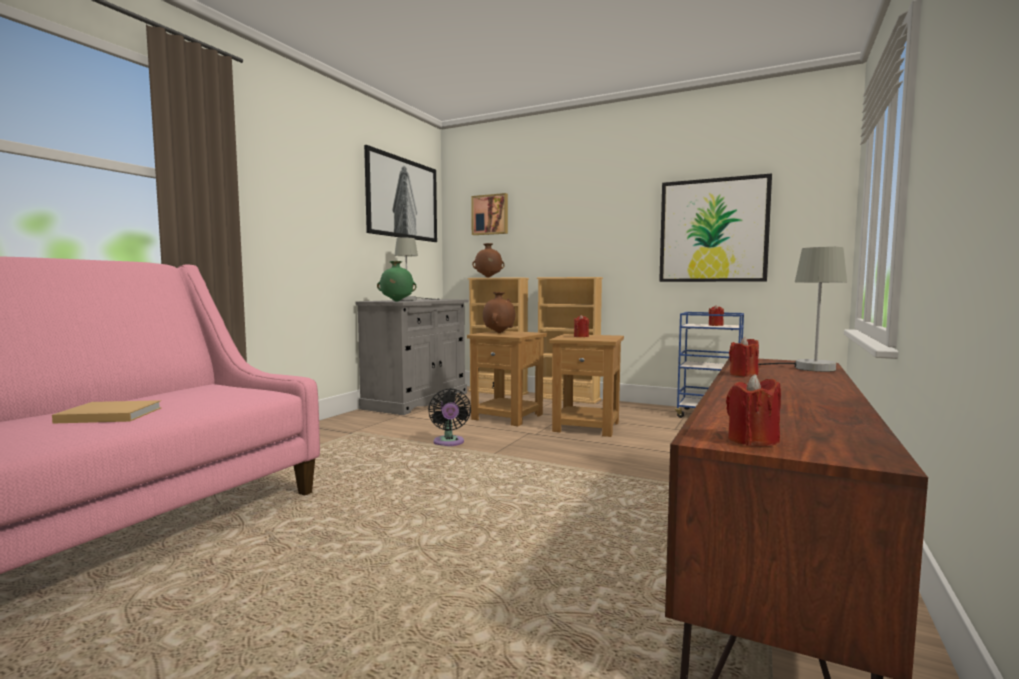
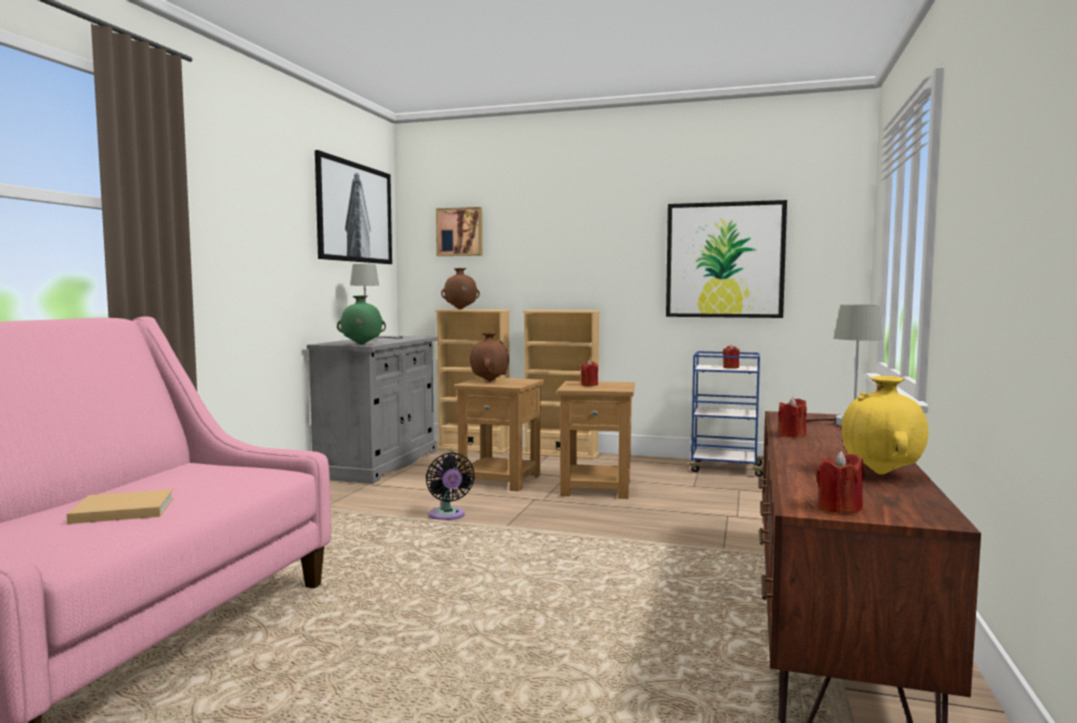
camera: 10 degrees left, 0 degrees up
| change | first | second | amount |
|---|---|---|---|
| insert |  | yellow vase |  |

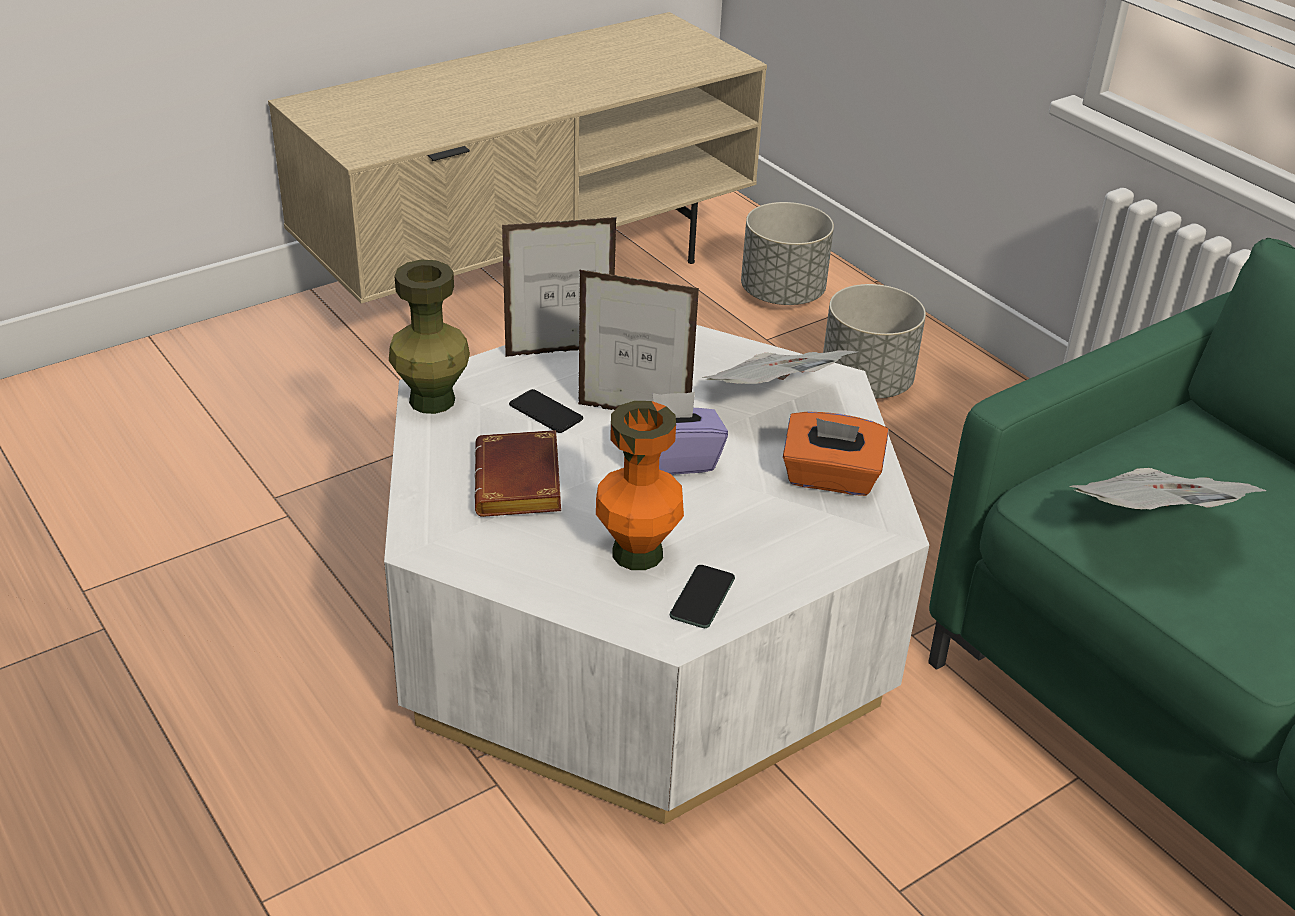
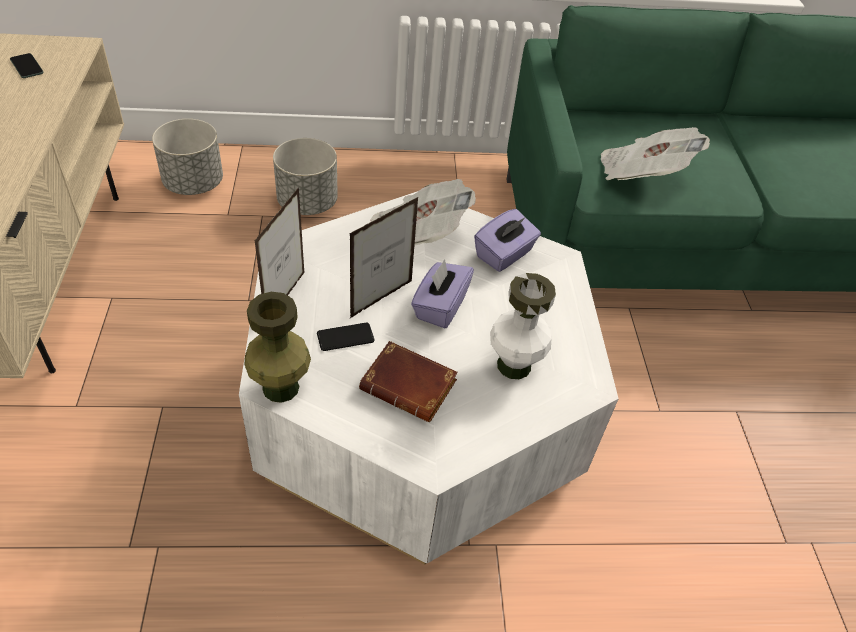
camera: 60 degrees left, 10 degrees up
| change | first | second | amount |
|---|---|---|---|
| recolor | orange vase | white vase |  |
| move | phone (2nd from left in the first image) | phone (1st from left) |  |
| recolor | orange tissue box | purple tissue box (2nd from left) |  |

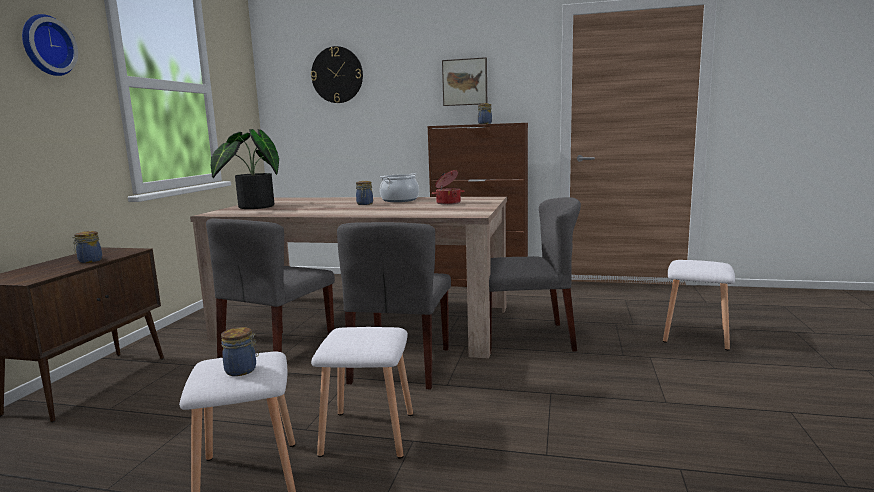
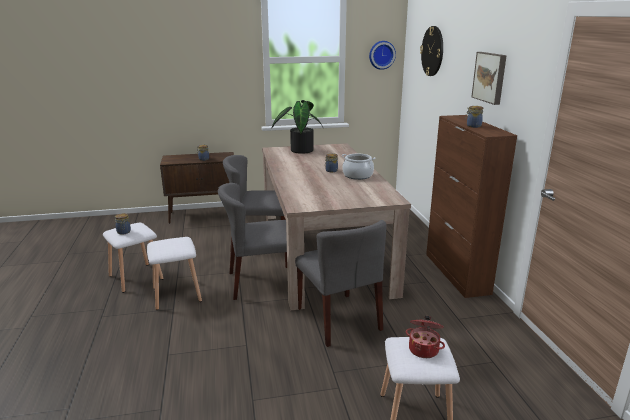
camera: 65 degrees right, 10 degrees up
| change | first | second | amount |
|---|---|---|---|
| move | wall clock (1st from left) |  |  |
| move | cooking pot (2nd from left) |  |  |

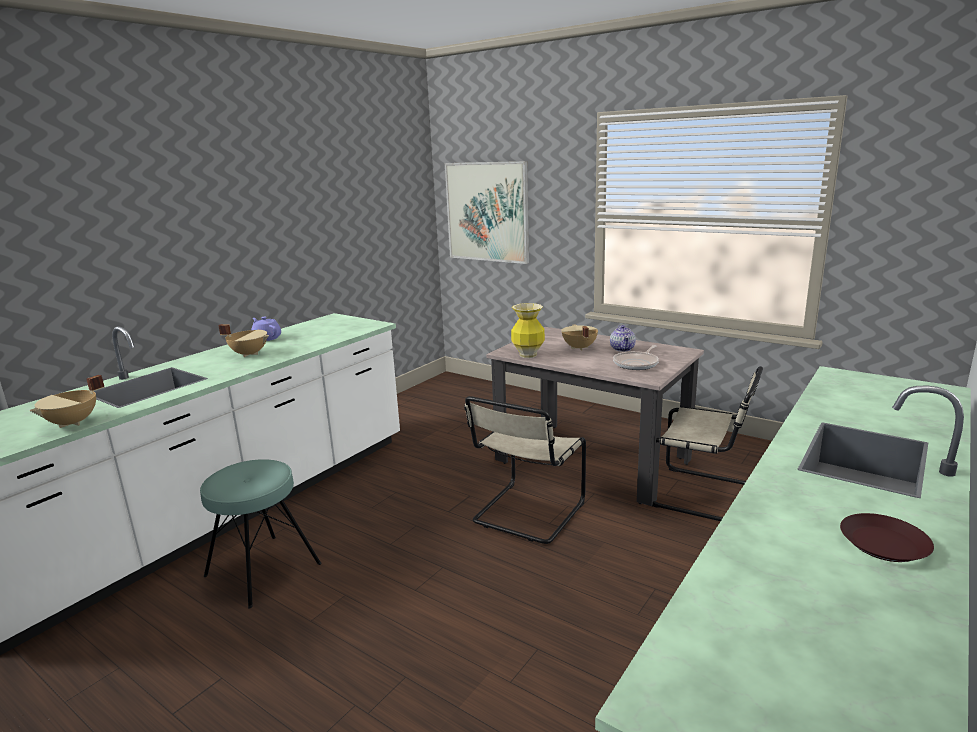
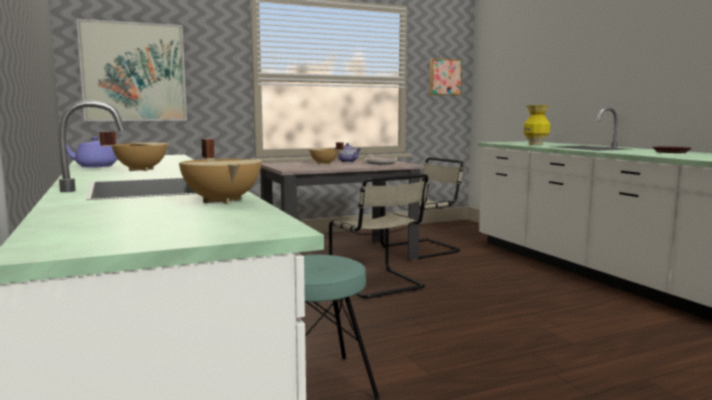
camera: 60 degrees left, 10 degrees down
| change | first | second | amount |
|---|---|---|---|
| move | vase |  |  |
| insert |  | picture (2nd from left) |  |

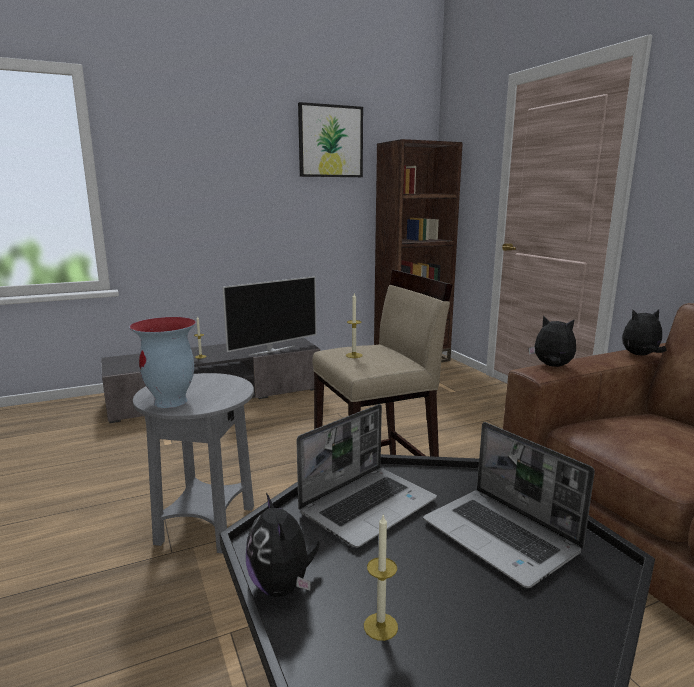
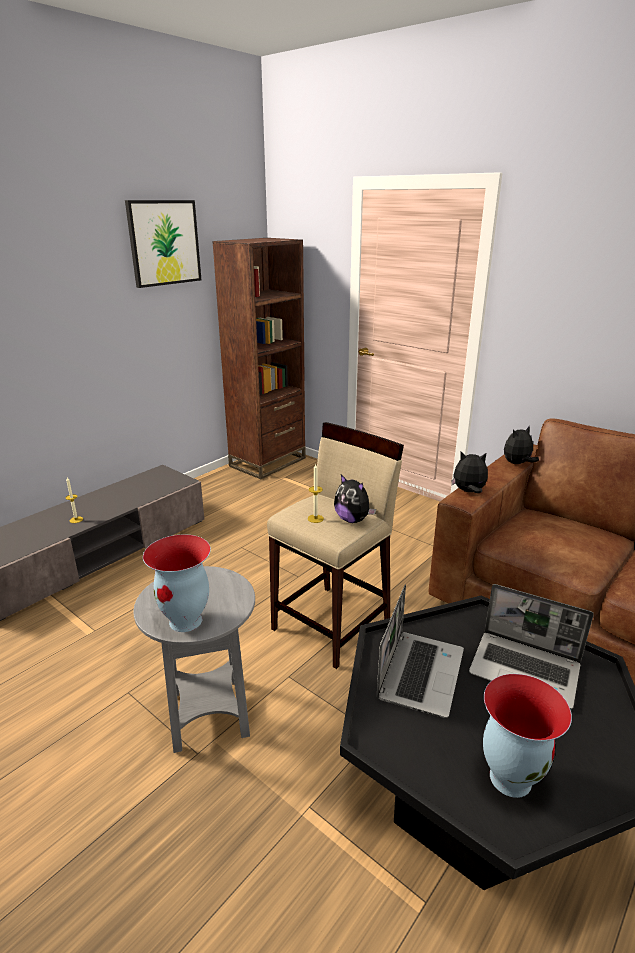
camera: 25 degrees left, 10 degrees up
| change | first | second | amount |
|---|---|---|---|
| delete | television |  |  |
| move | plush toy (1st from left) |  |  |
| replace | candle (3rd from left) | vase (2nd from left) |  |

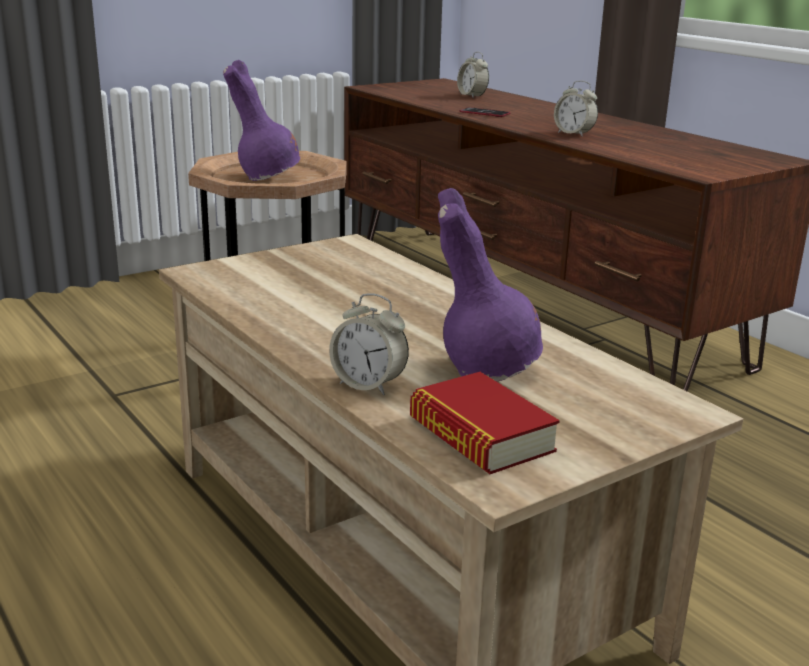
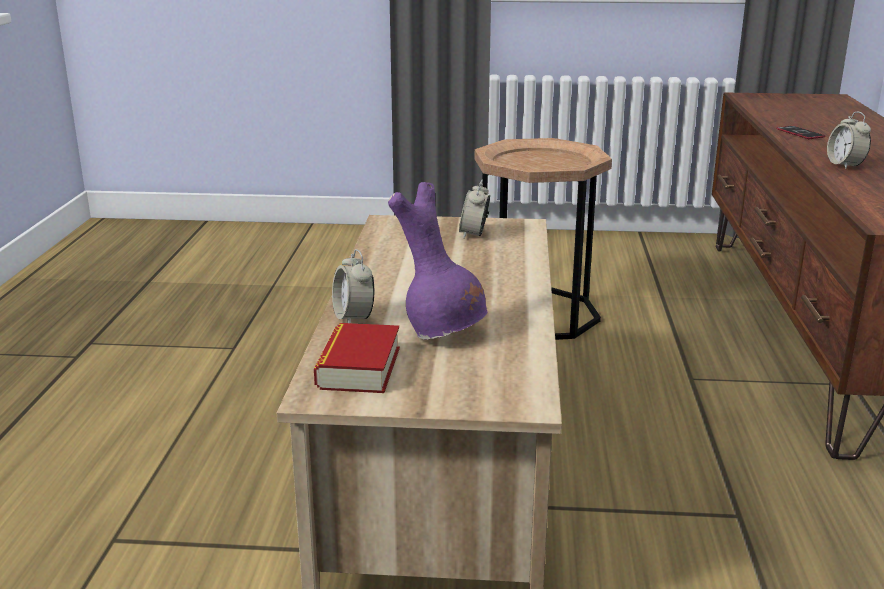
camera: 40 degrees right, 0 degrees up
| change | first | second | amount |
|---|---|---|---|
| delete | purple vase (1st from left) |  |  |
| move | alarm clock (2nd from left) |  |  |

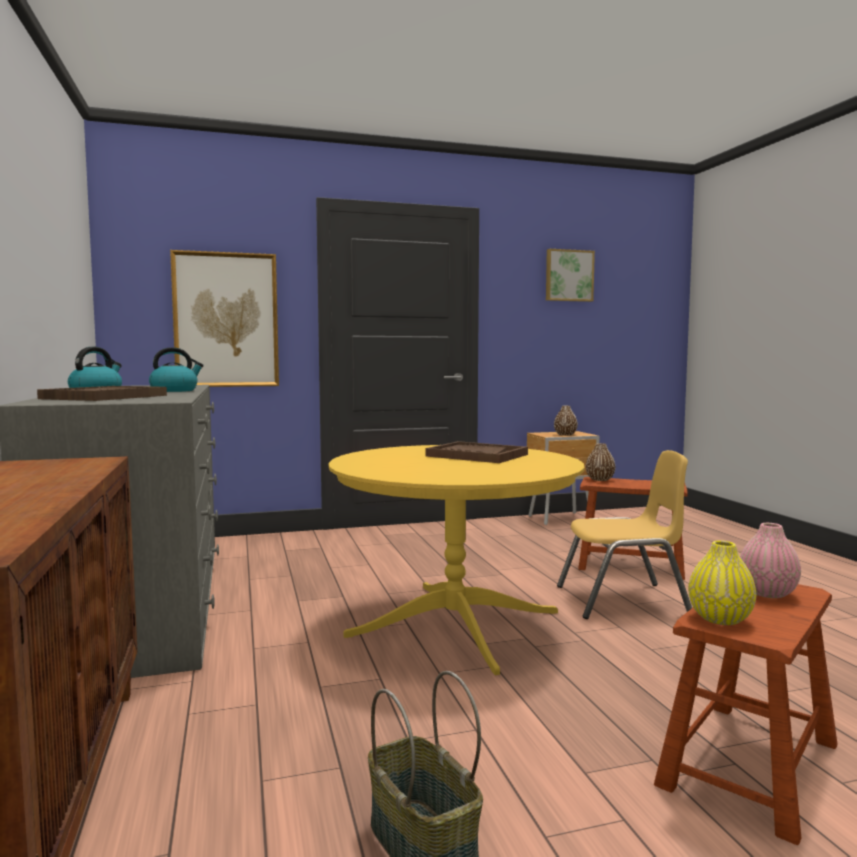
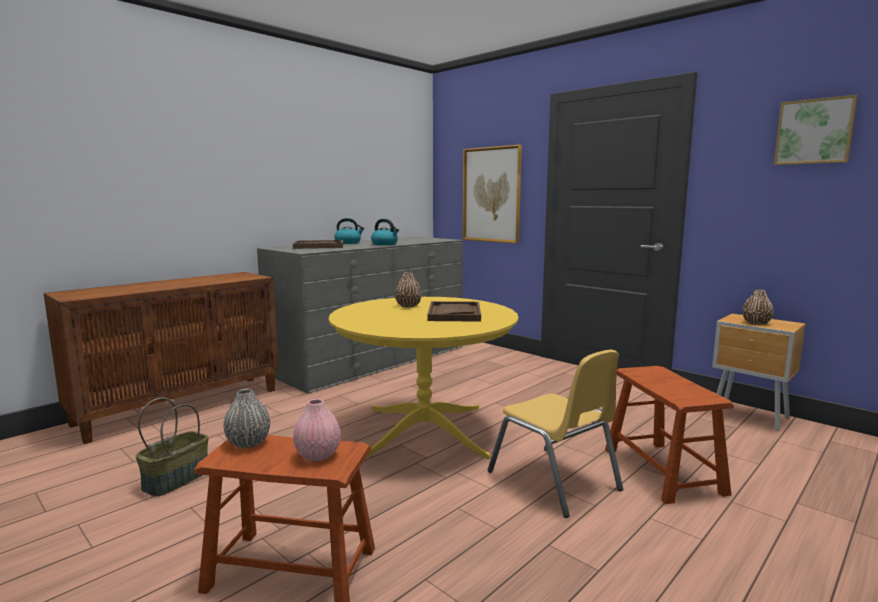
camera: 60 degrees right, 5 degrees up
| change | first | second | amount |
|---|---|---|---|
| move | brown vase (2nd from left in the first image) | brown vase (1st from left) |  |
| recolor | yellow vase | grey vase |  |

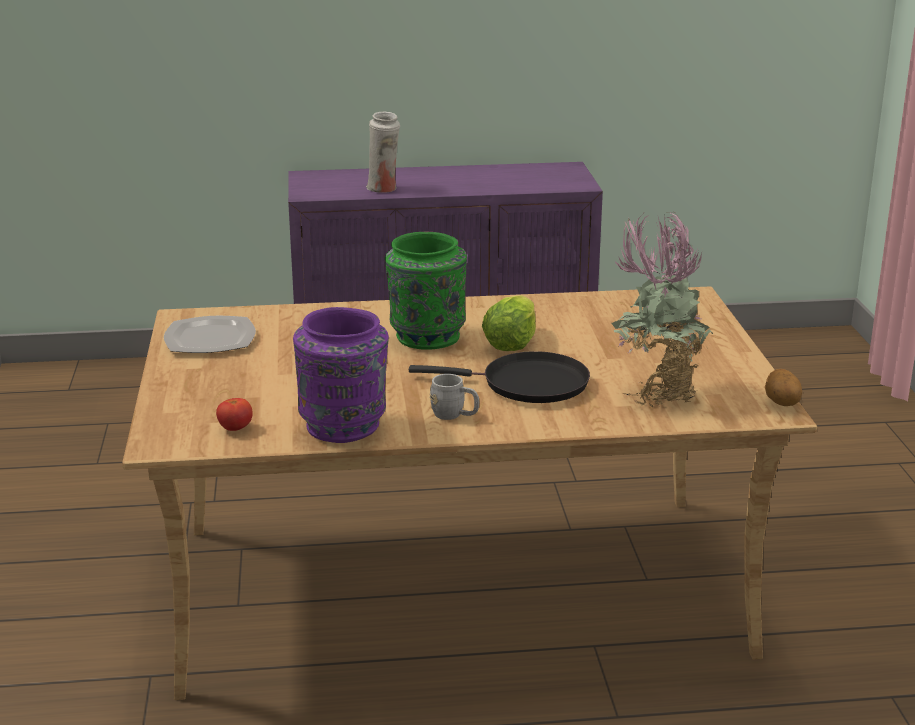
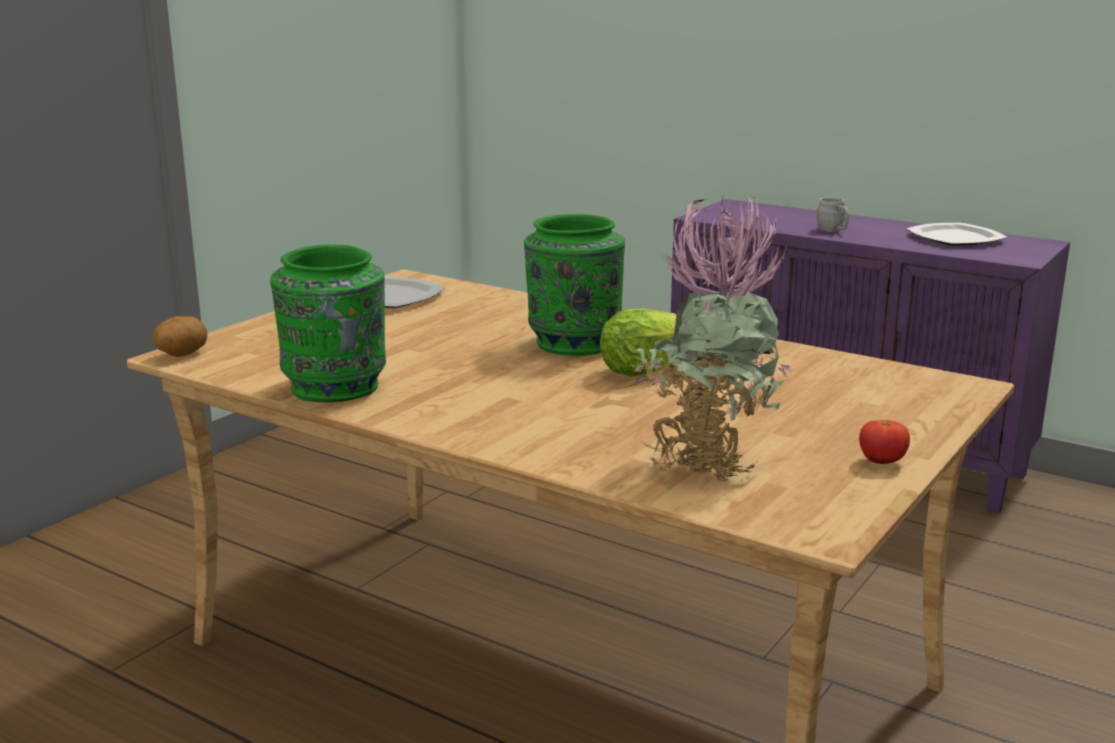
camera: 40 degrees right, 5 degrees down
| change | first | second | amount |
|---|---|---|---|
| move | tomato |  |  |
| recolor | purple vase | green vase (1st from left) |  |
| delete | white vase |  |  |
| delete | black frying pan |  |  |
| move | grey mug |  |  |
| move | potato |  |  |
| insert |  | plate (2nd from left) |  |

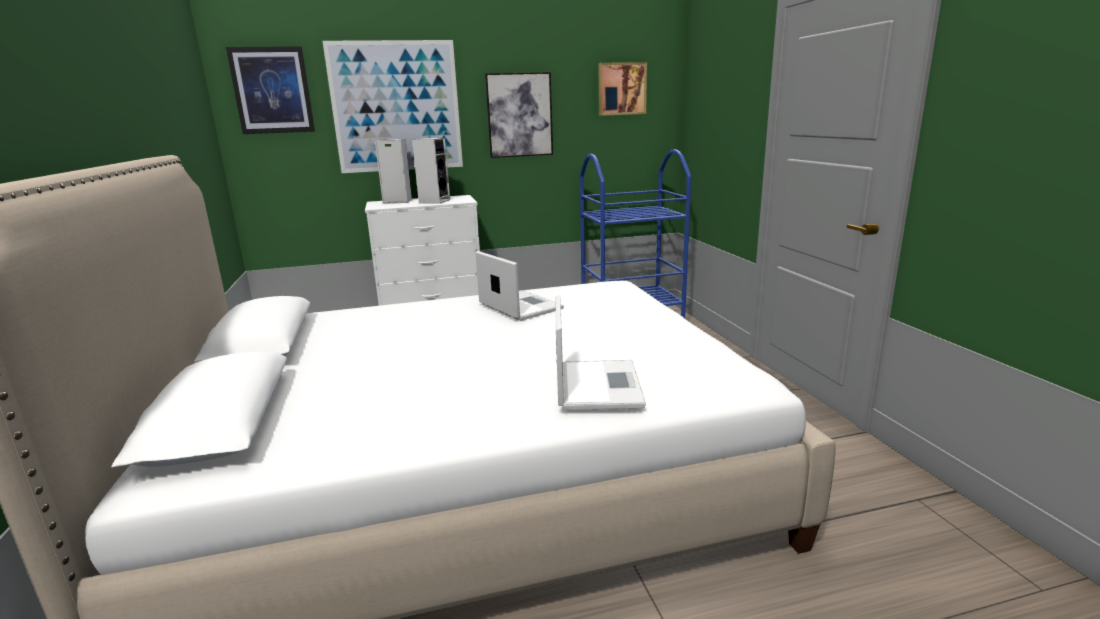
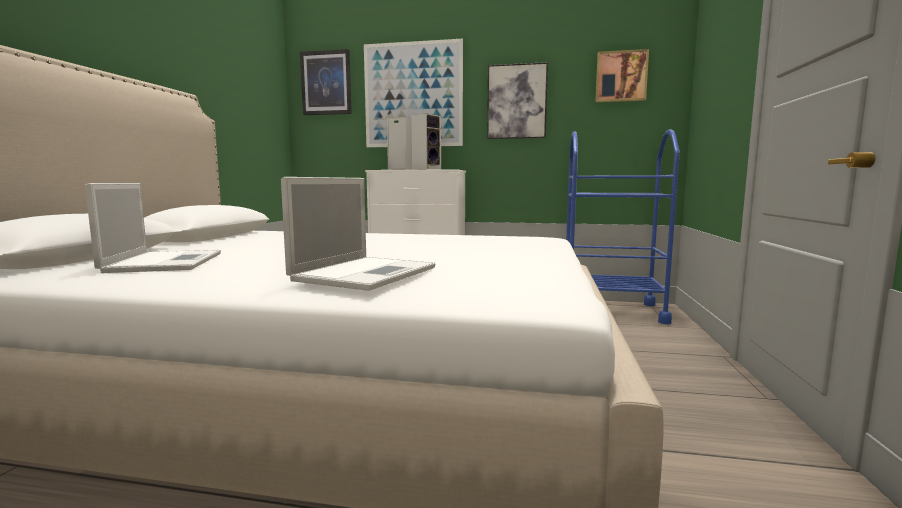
camera: 25 degrees right, 10 degrees down
| change | first | second | amount |
|---|---|---|---|
| move | laptop (1st from left) |  |  |

